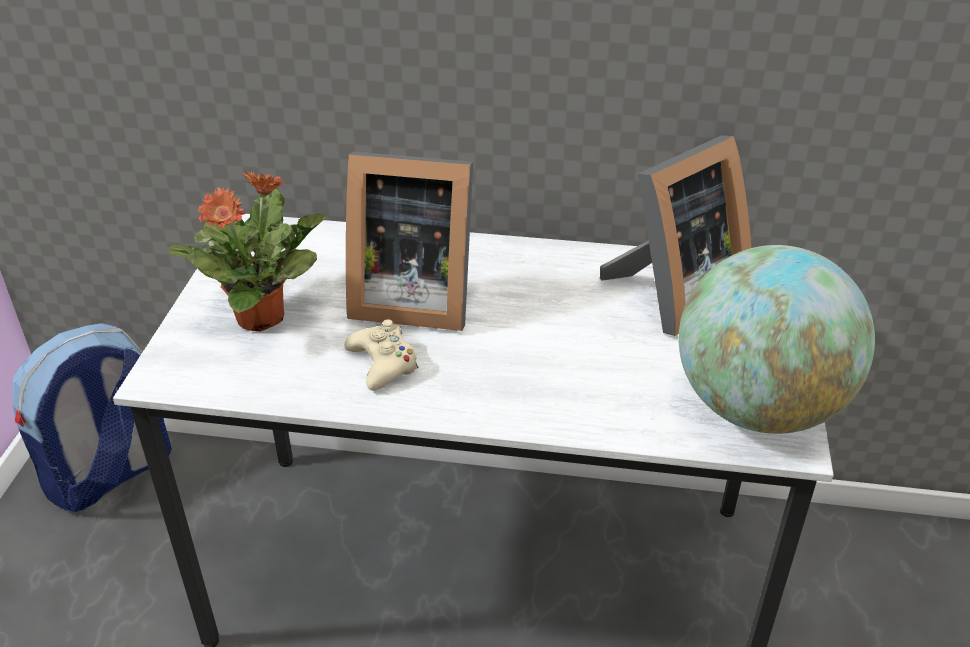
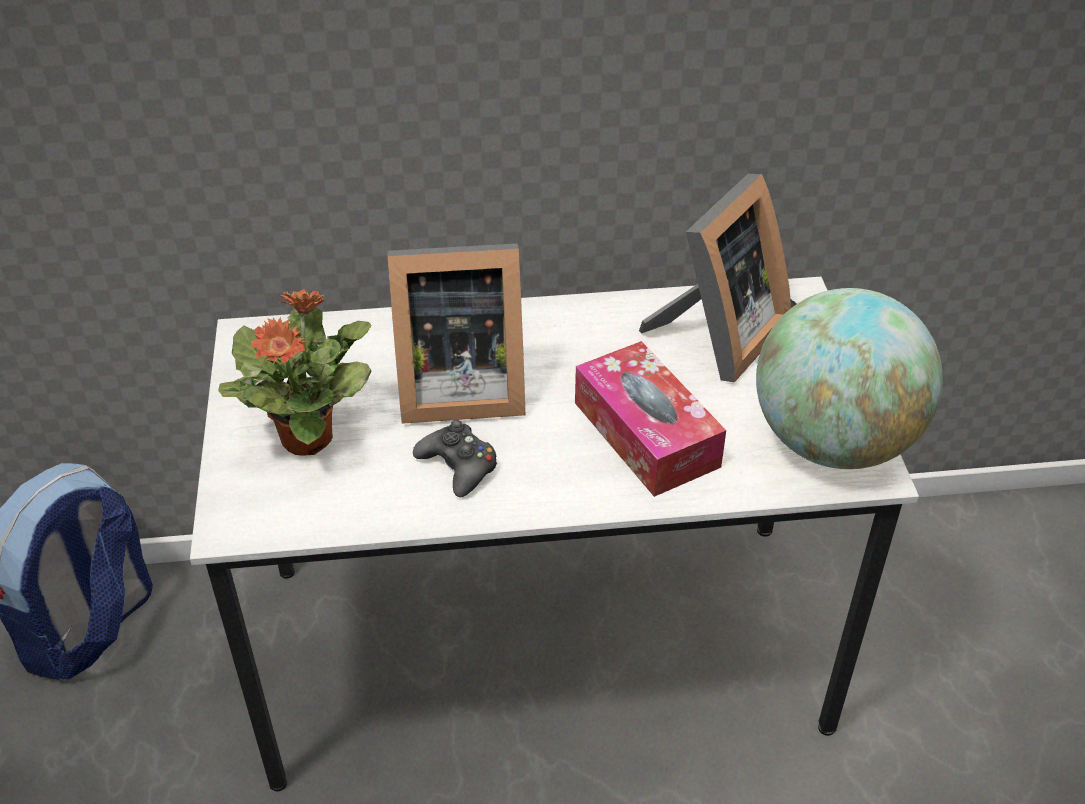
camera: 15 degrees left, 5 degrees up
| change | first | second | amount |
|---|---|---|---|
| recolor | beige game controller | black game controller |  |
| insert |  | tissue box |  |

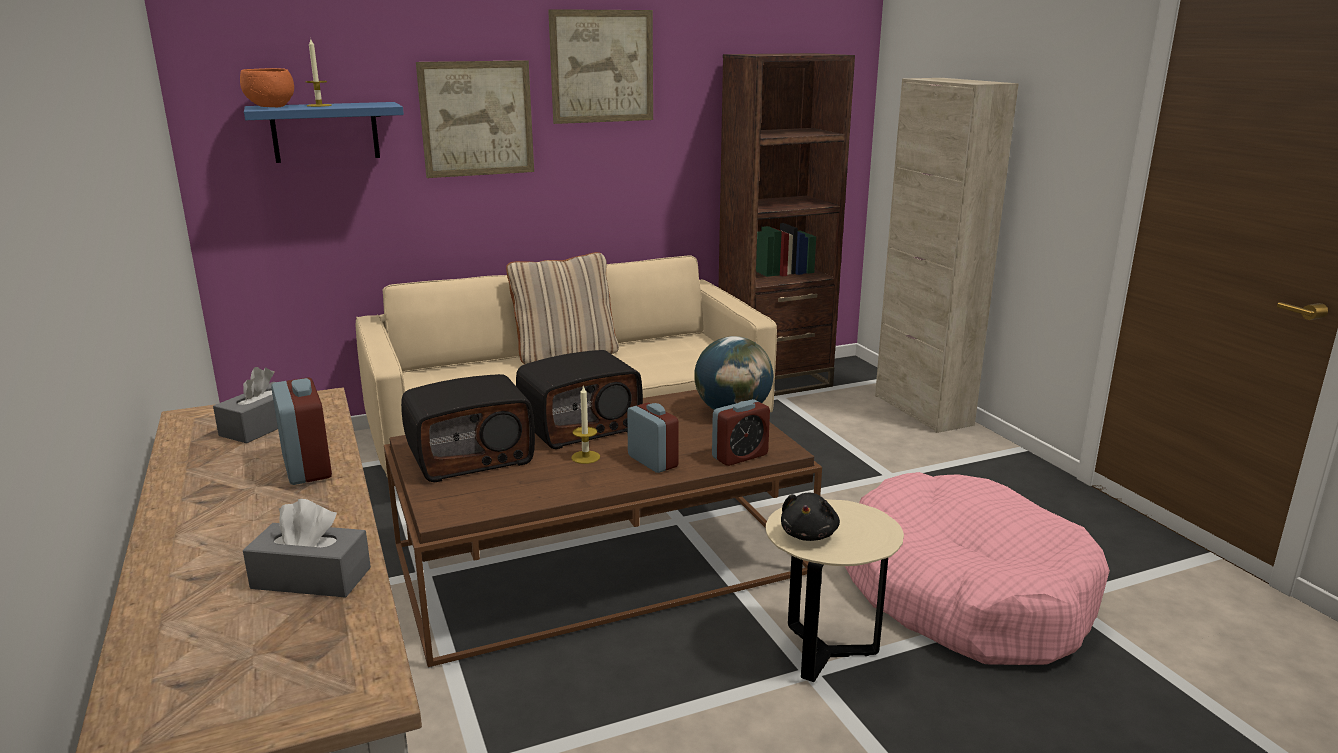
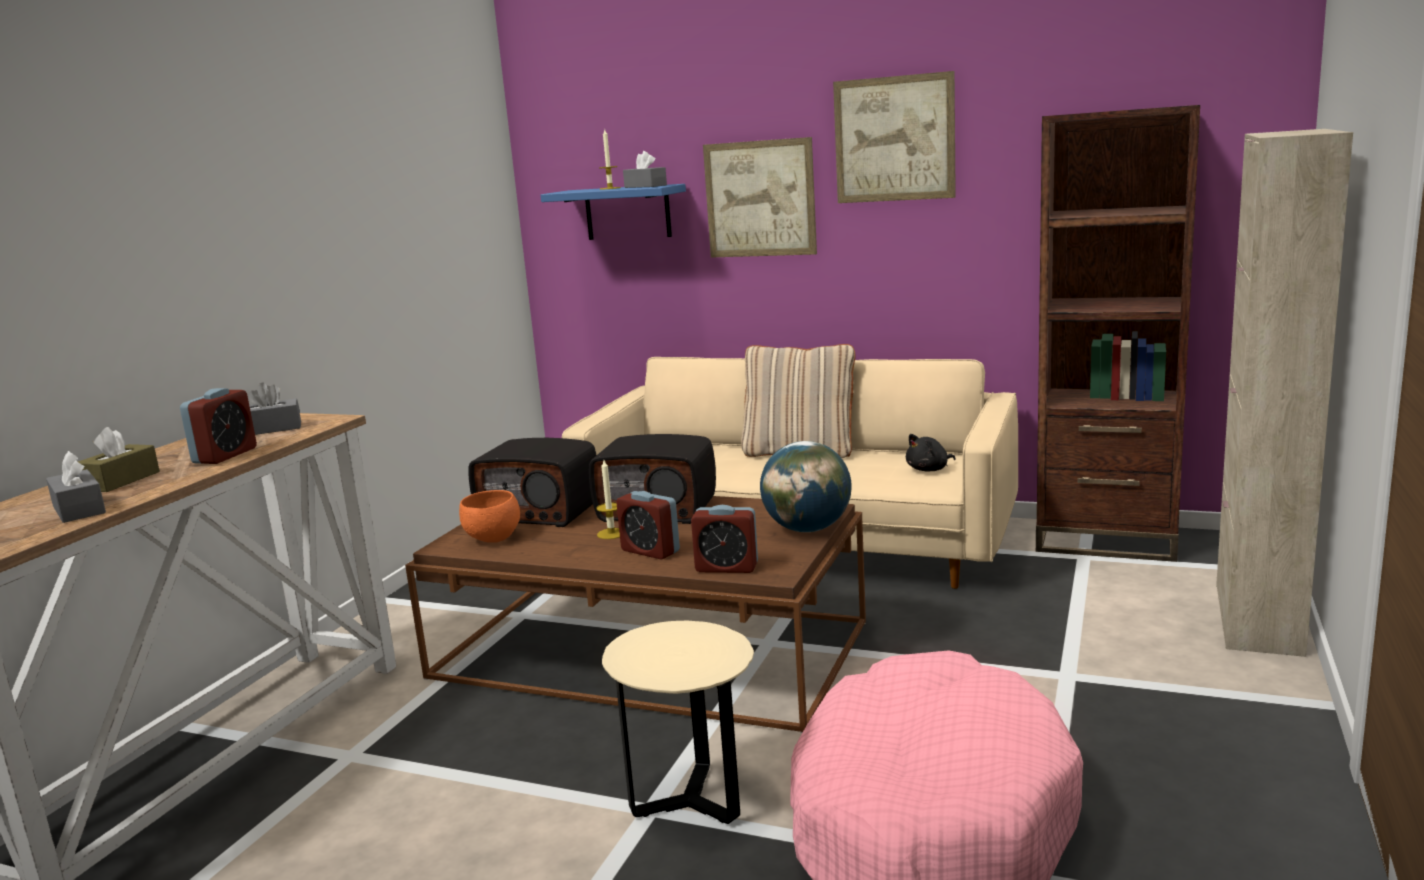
camera: 45 degrees right, 5 degrees down
| change | first | second | amount |
|---|---|---|---|
| move | orange bowl |  |  |
| rotate | alarm clock (2nd from left) |  | 120 degrees clockwise |
| move | black plush toy |  |  |
| insert |  | brown tissue box |  |
| insert |  | grey tissue box (3rd from left) |  |

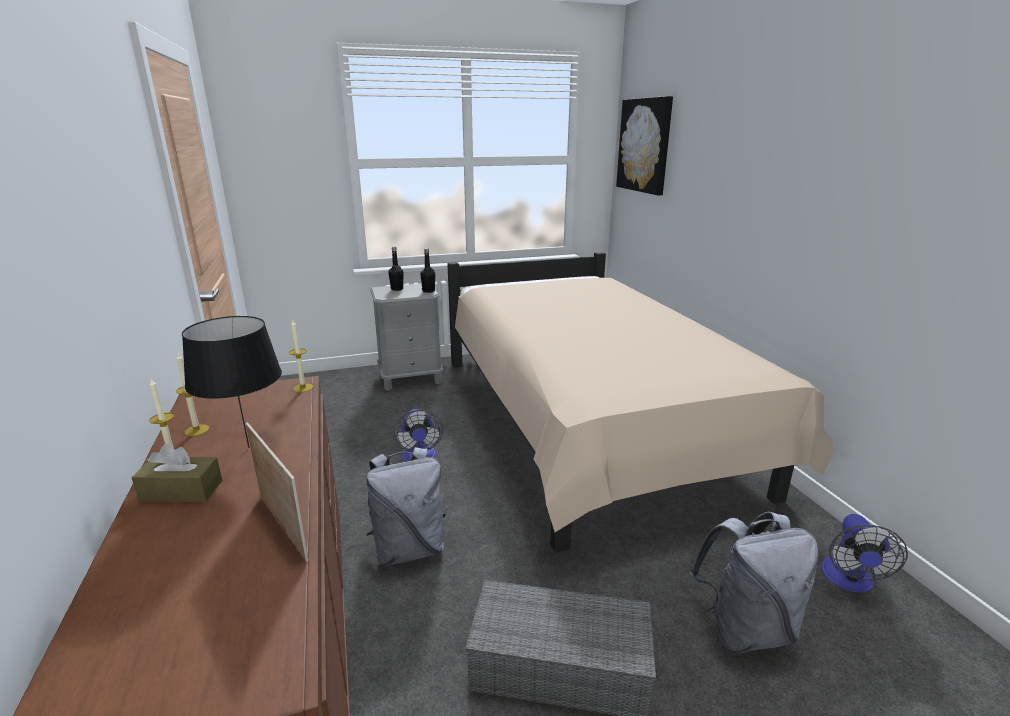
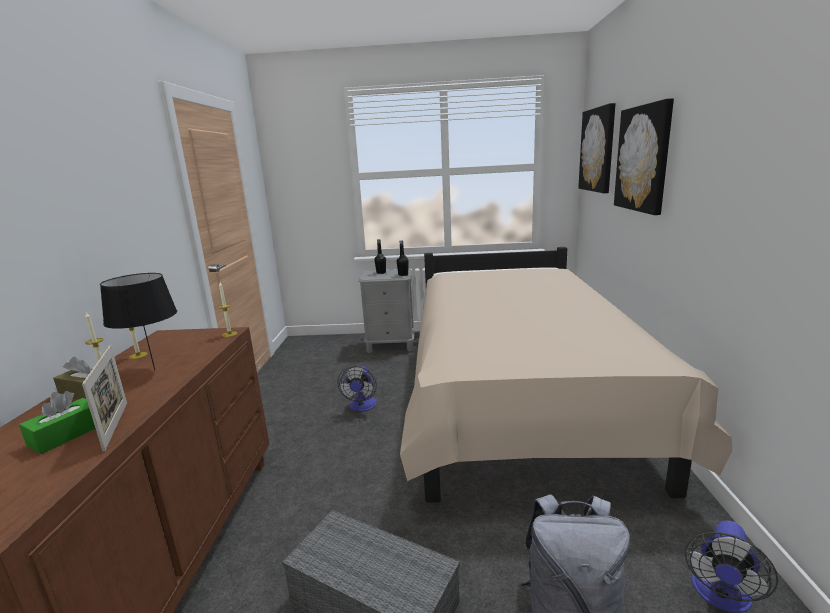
camera: 20 degrees right, 5 degrees down
| change | first | second | amount |
|---|---|---|---|
| delete | grey backpack (1st from left) |  |  |
| insert |  | green tissue box |  |
| insert |  | picture (2nd from left) |  |

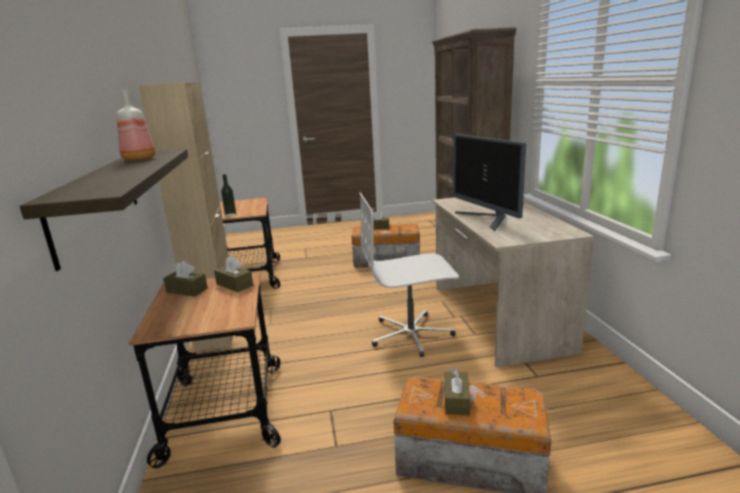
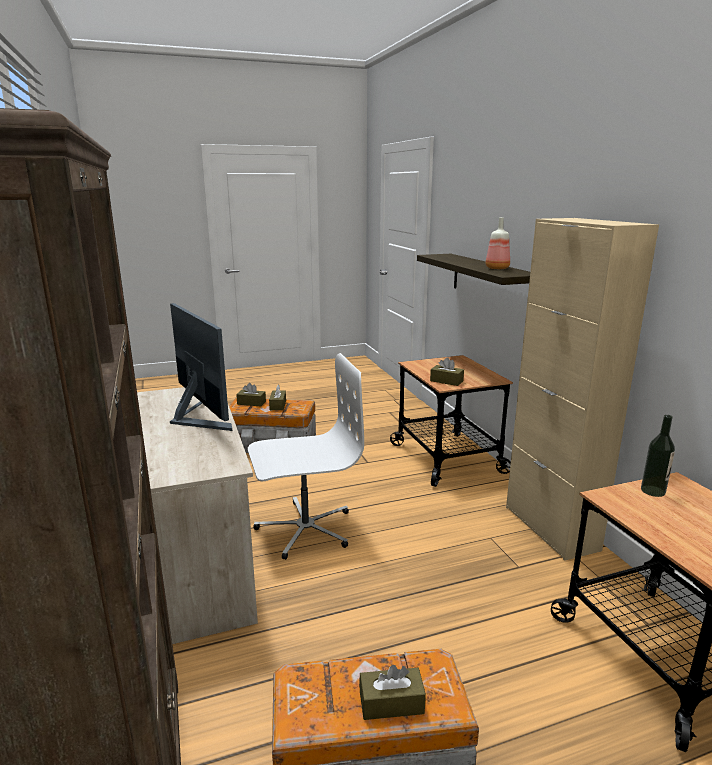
camera: 170 degrees right, 0 degrees up
| change | first | second | amount |
|---|---|---|---|
| move | brown tissue box (1st from left) |  |  |

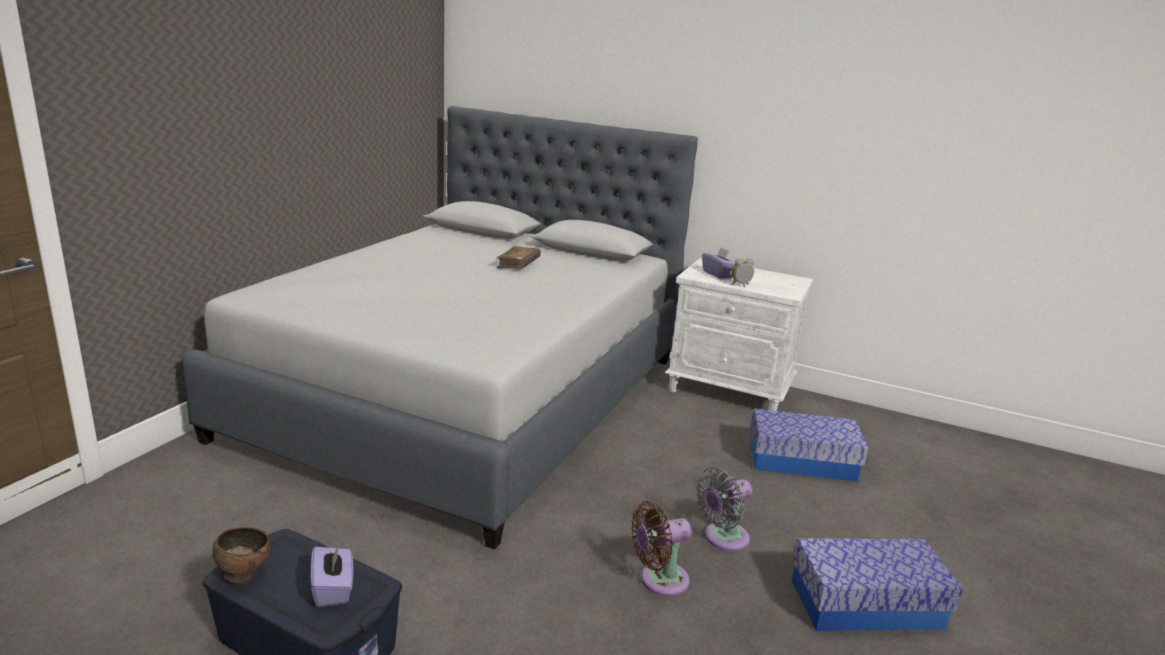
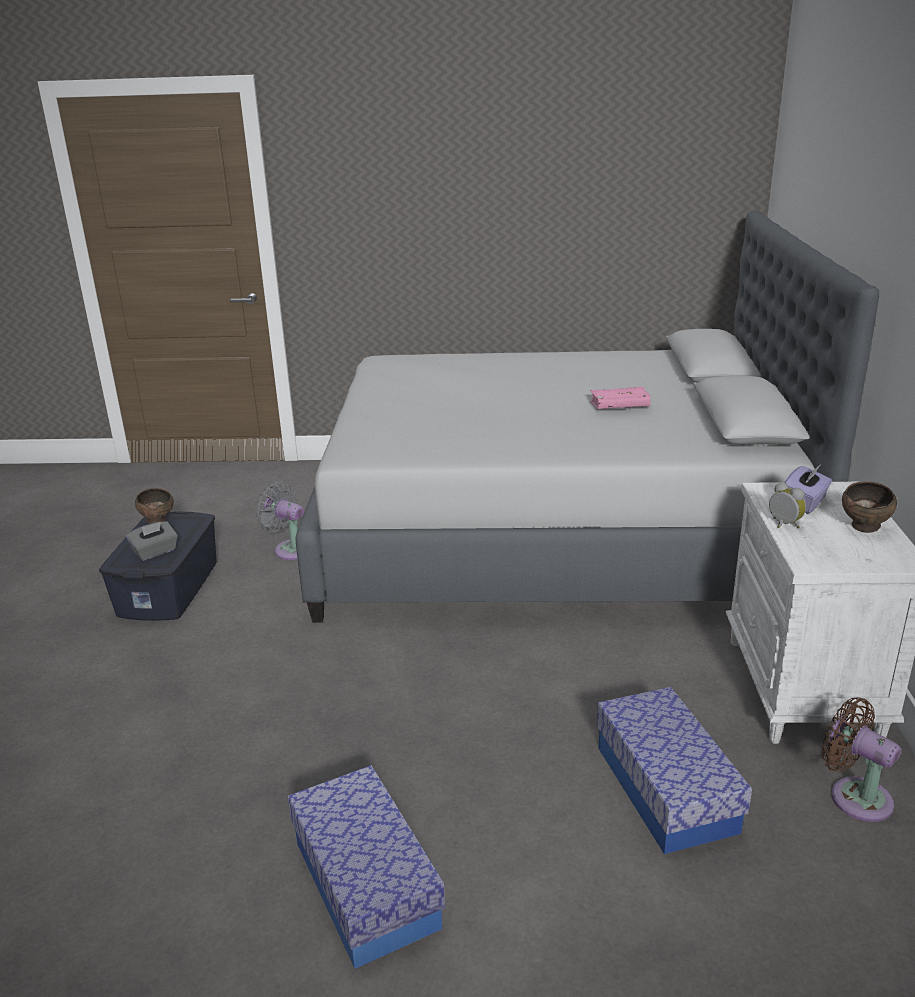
camera: 70 degrees right, 5 degrees up
| change | first | second | amount |
|---|---|---|---|
| recolor | purple tissue box (1st from left) | grey tissue box |  |
| recolor | brown book | pink book |  |
| move | brown fan |  |  |
| move | grey fan |  |  |
| insert |  | brown bowl (2nd from left) |  |

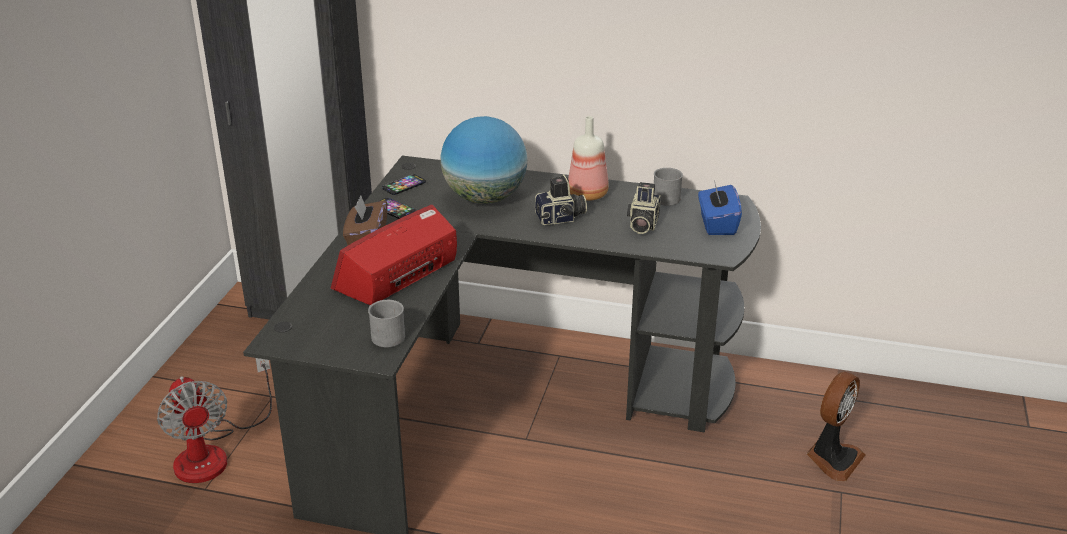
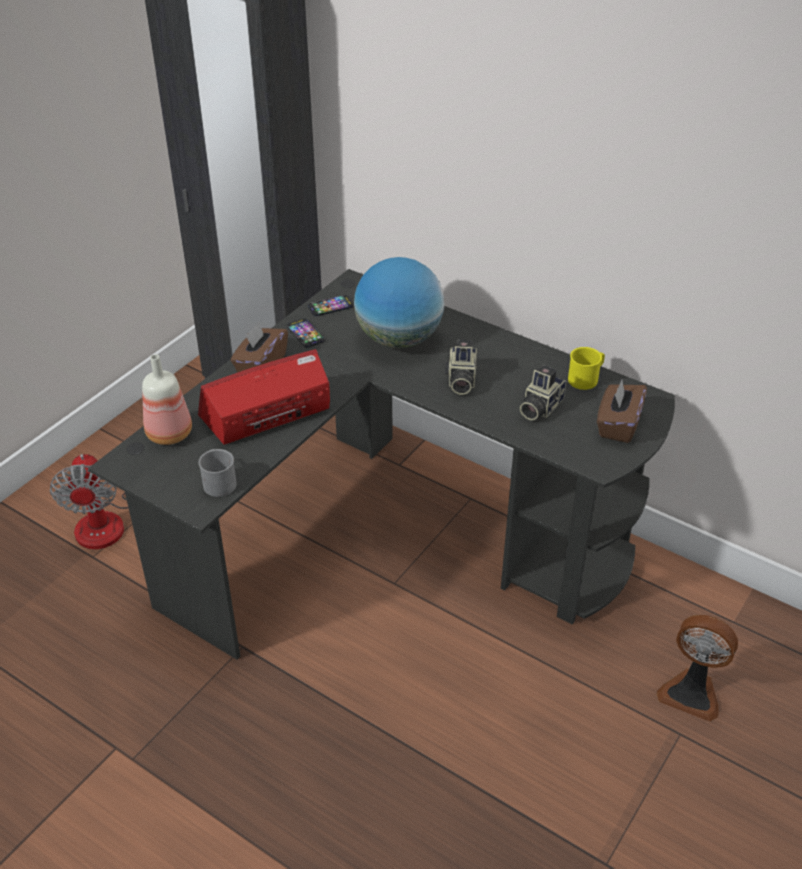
camera: 20 degrees right, 10 degrees up
| change | first | second | amount |
|---|---|---|---|
| rotate | photo camera (1st from left) |  | 90 degrees clockwise |
| move | bottle |  |  |
| recolor | grey mug (2nd from left) | yellow mug |  |
| recolor | blue tissue box | brown tissue box (2nd from left) |  |
| rotate | fan (2nd from left) |  | 60 degrees clockwise |

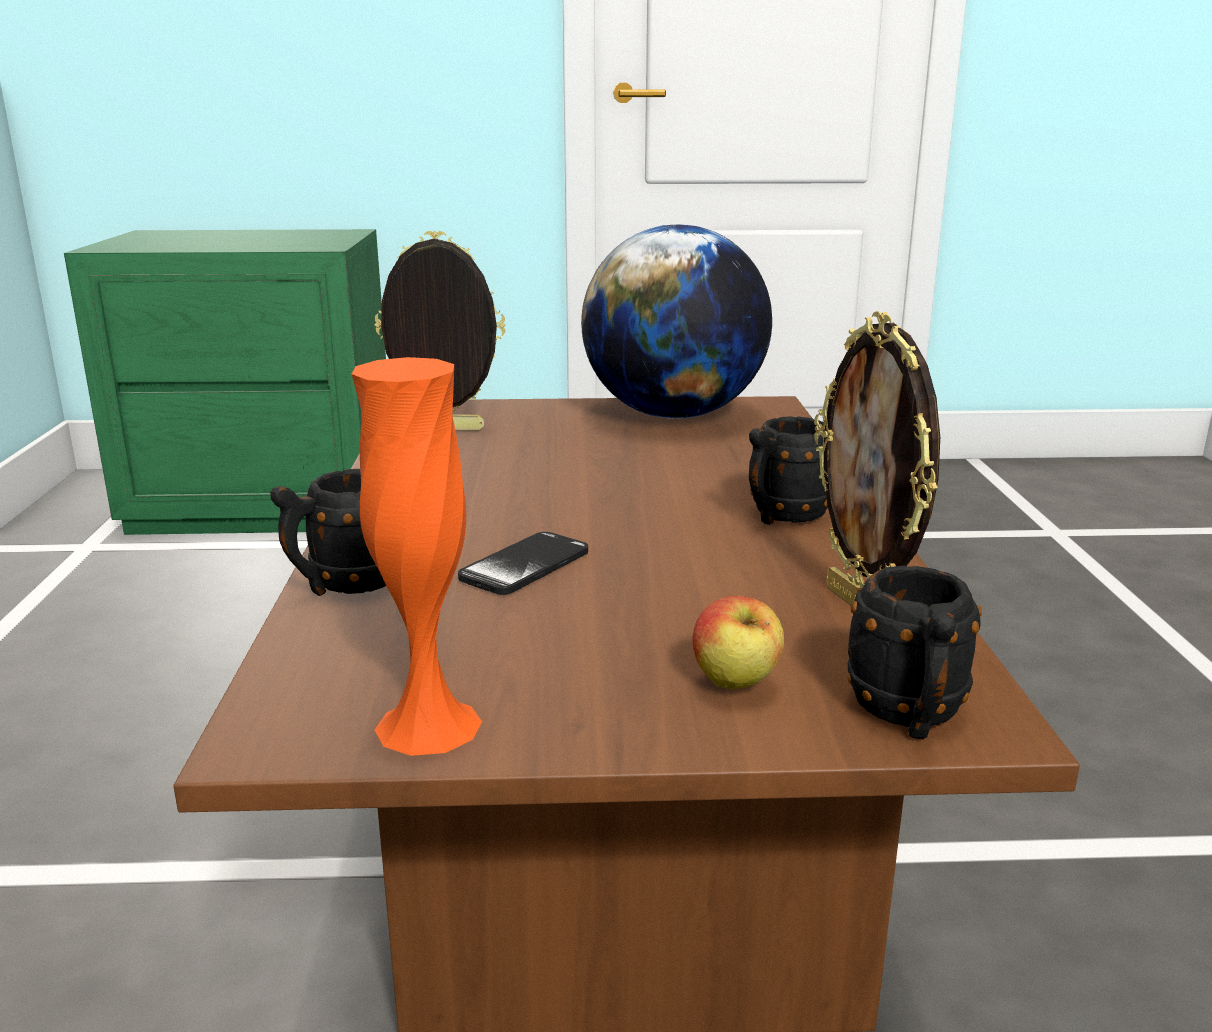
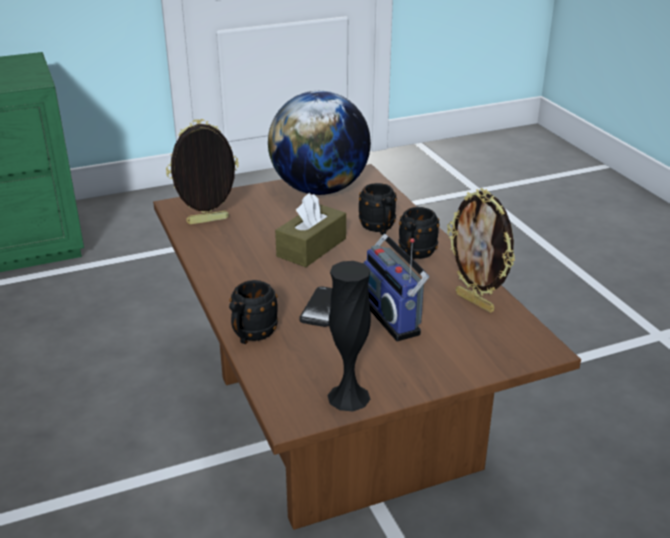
camera: 20 degrees left, 10 degrees up
| change | first | second | amount |
|---|---|---|---|
| recolor | orange vase | black vase |  |
| delete | apple |  |  |
| move | black mug (3rd from left in the first image) | black mug (2nd from left) |  |
| insert |  | brown tissue box |  |
| insert |  | radio |  |

